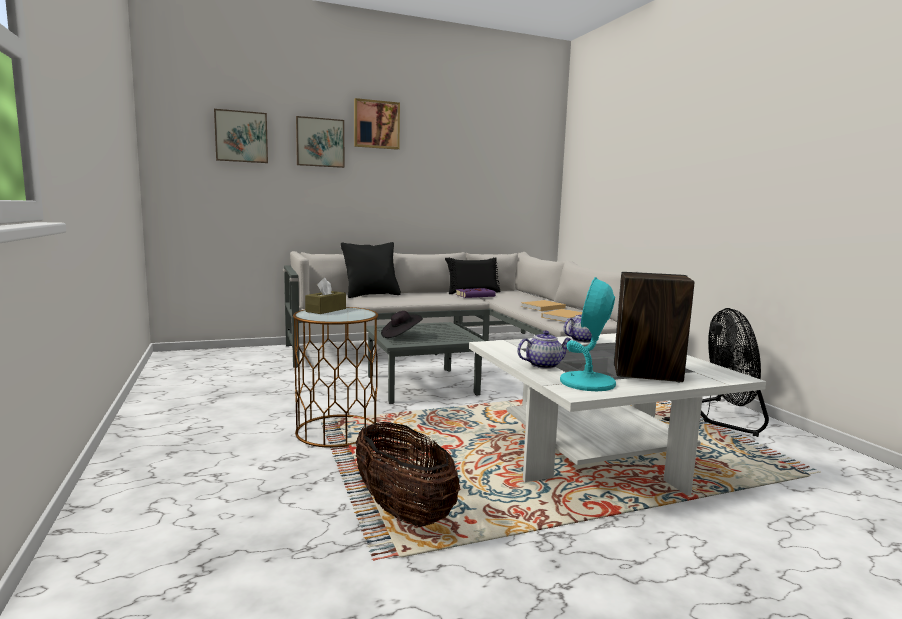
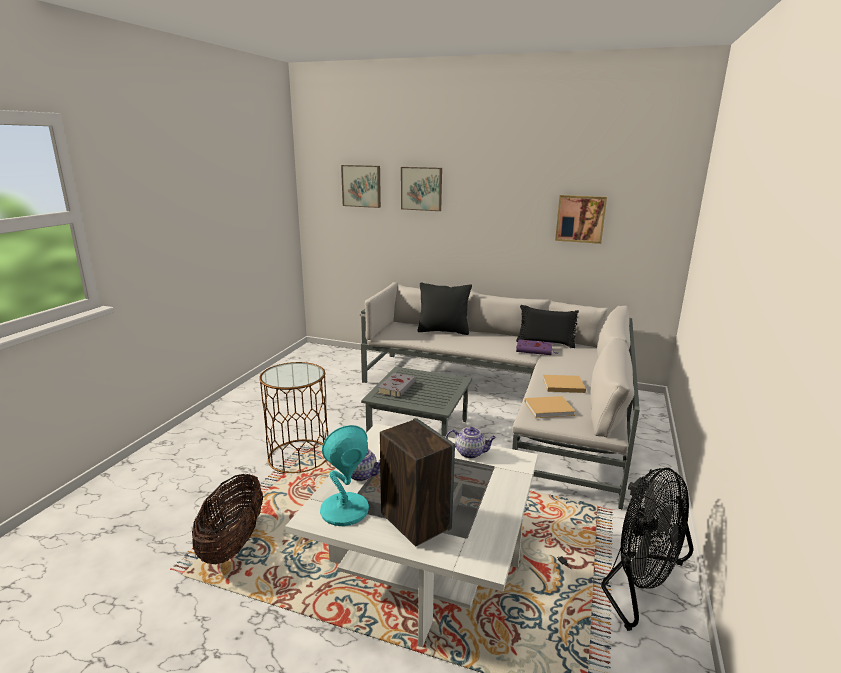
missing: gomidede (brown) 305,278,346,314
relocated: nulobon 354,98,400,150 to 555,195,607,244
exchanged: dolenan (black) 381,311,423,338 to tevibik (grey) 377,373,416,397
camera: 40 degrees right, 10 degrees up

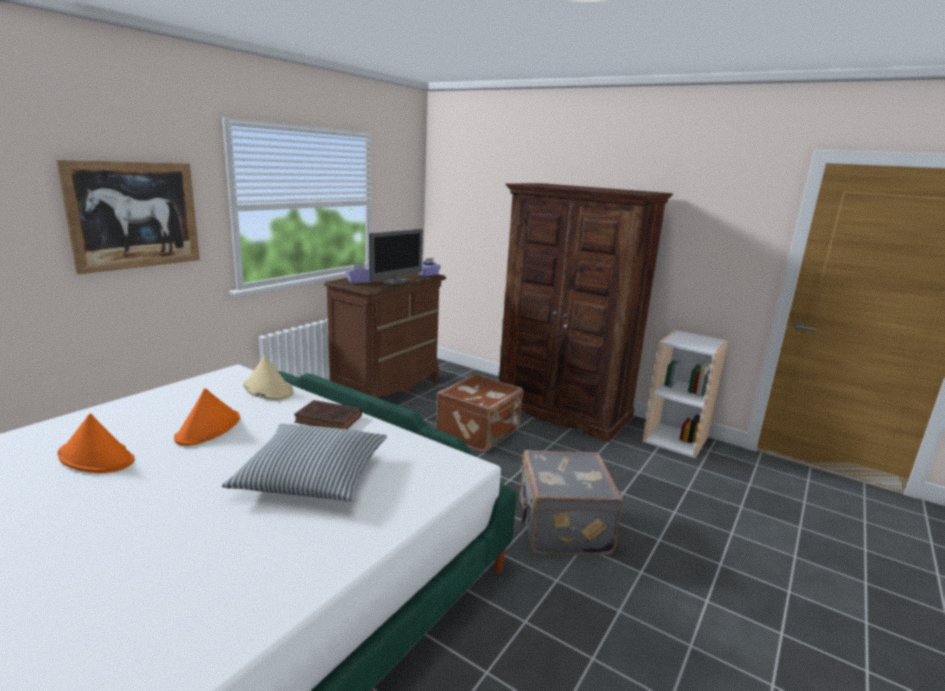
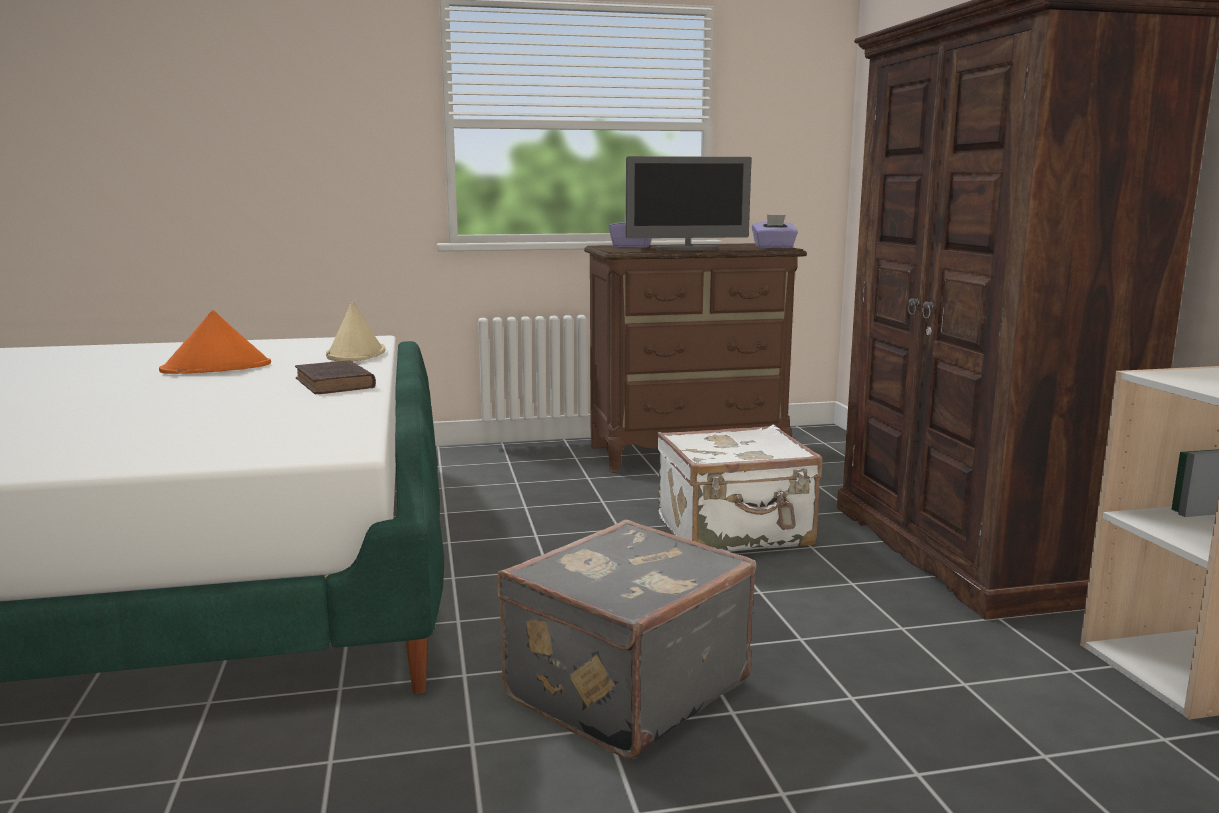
missing: nulobon 56,160,200,274; dolenan (orange) 57,413,134,473; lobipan 222,424,387,501
colour: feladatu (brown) 436,374,523,452 to feladatu (white) 657,425,822,552
camera: 45 degrees right, 5 degrees down

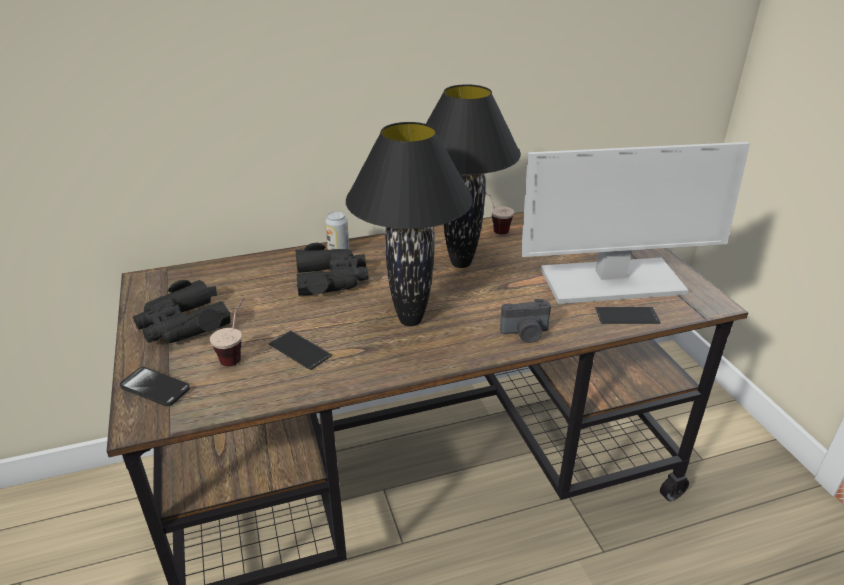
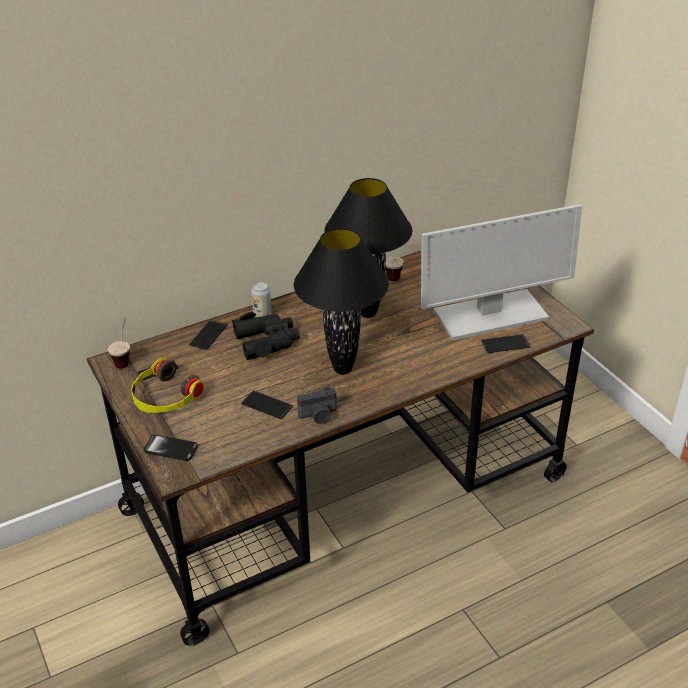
appeared: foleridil 189,320,228,350
relocated: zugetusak 210,297,245,366 to 108,318,130,369; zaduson 500,299,551,343 to 297,387,337,424
exchanged: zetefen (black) 133,280,231,343 to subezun 131,358,204,413
camera: 10 degrees left, 5 degrees up

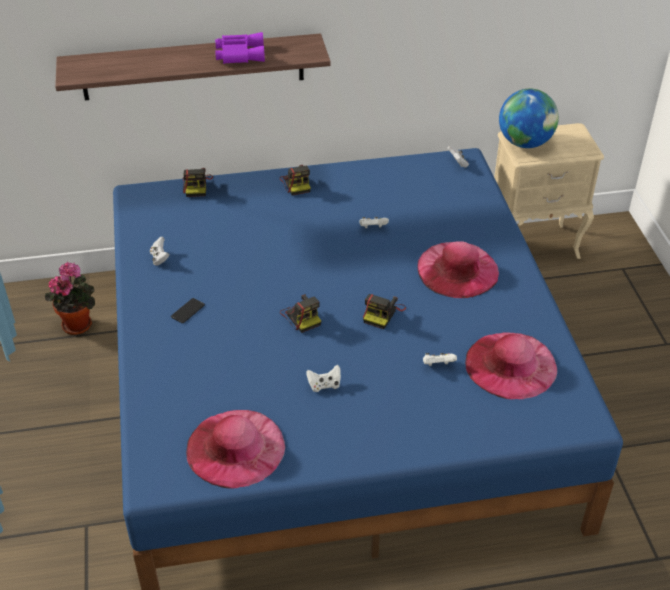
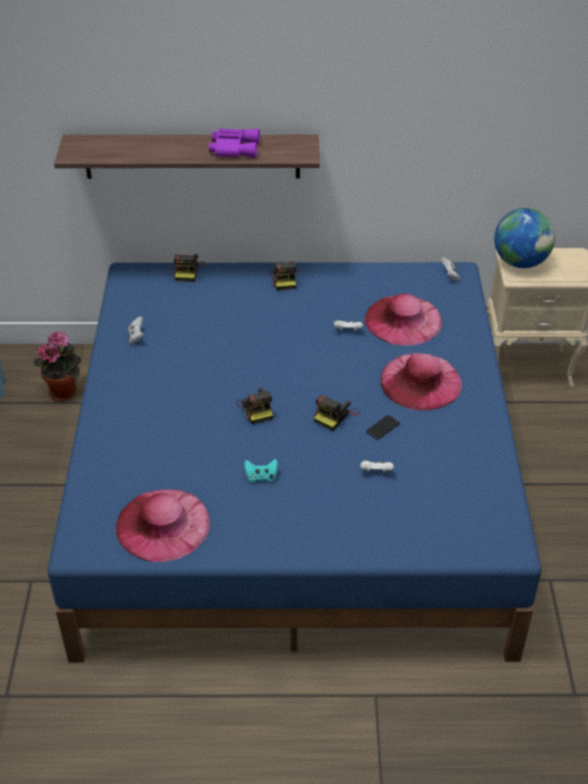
relocated: foleridil 171,298,205,323 to 366,415,400,440; dolenan (pink) 465,333,557,399 to 364,294,442,346
colour: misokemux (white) 307,365,341,392 to misokemux (turquoise) 244,459,278,483
camera: 10 degrees right, 0 degrees up

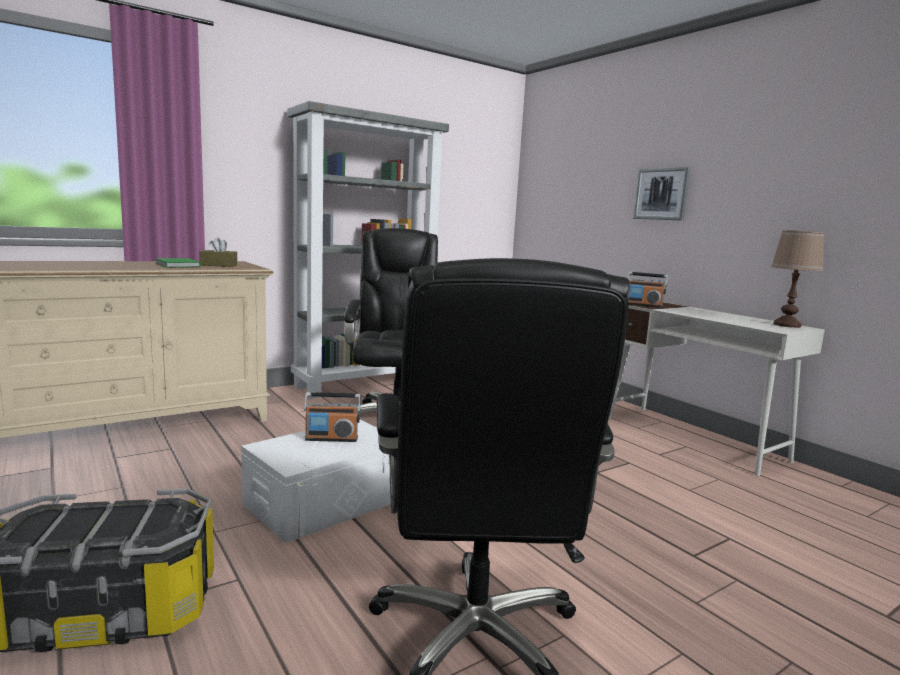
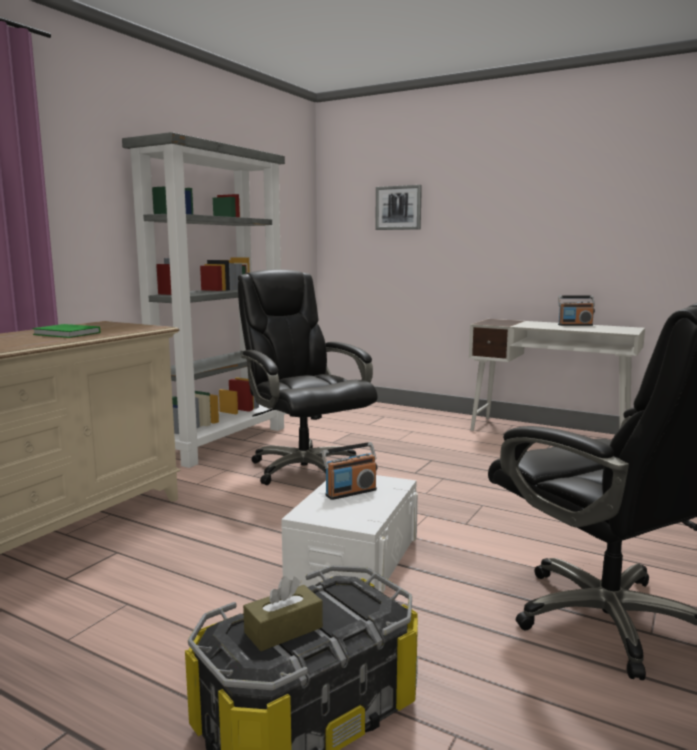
missing: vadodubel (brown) 771,230,825,328
relocated: gomidede (brown) 199,238,237,267 to 243,576,323,651; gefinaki 627,272,668,308 to 558,296,595,326; nulobon 633,167,691,221 to 375,185,422,230
camera: 25 degrees left, 0 degrees up

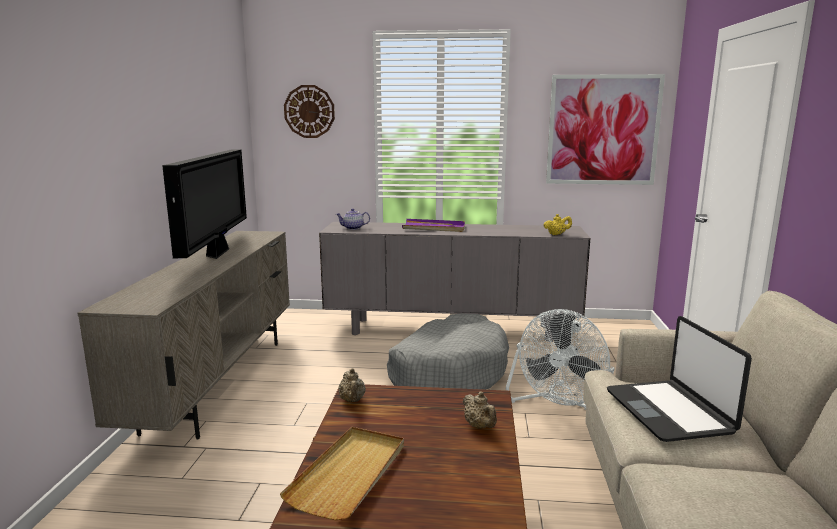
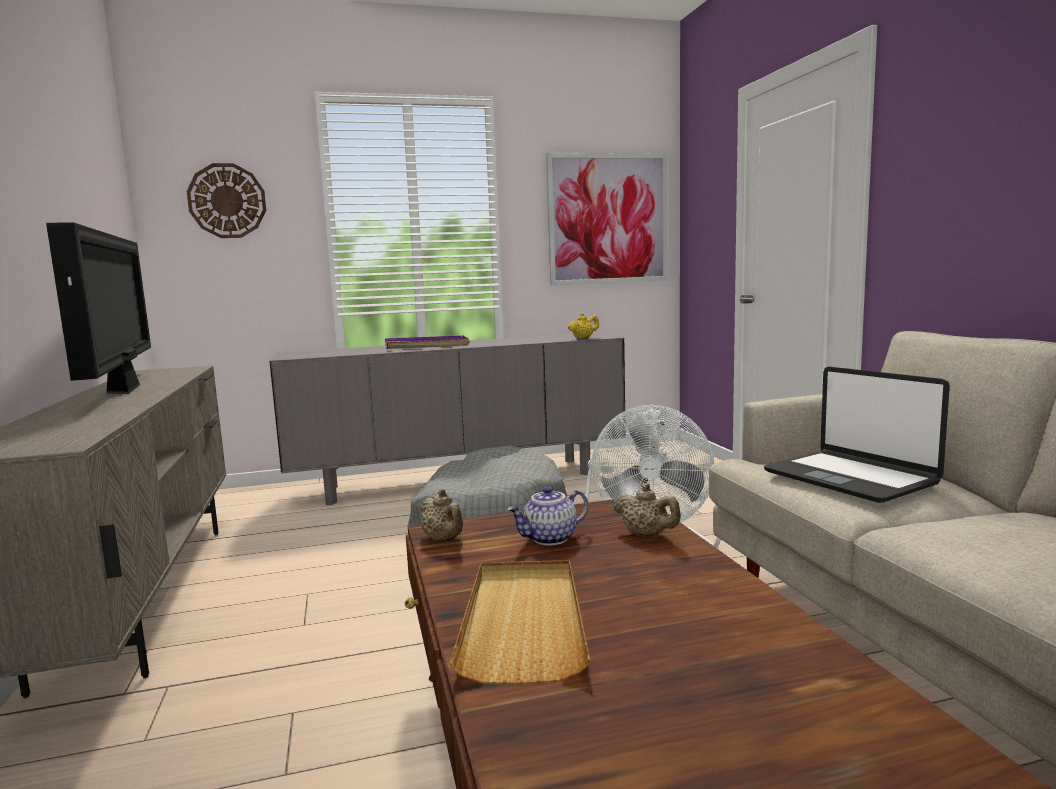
relocated: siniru 336,208,370,230 to 507,487,588,545
camera: 20 degrees left, 5 degrees down

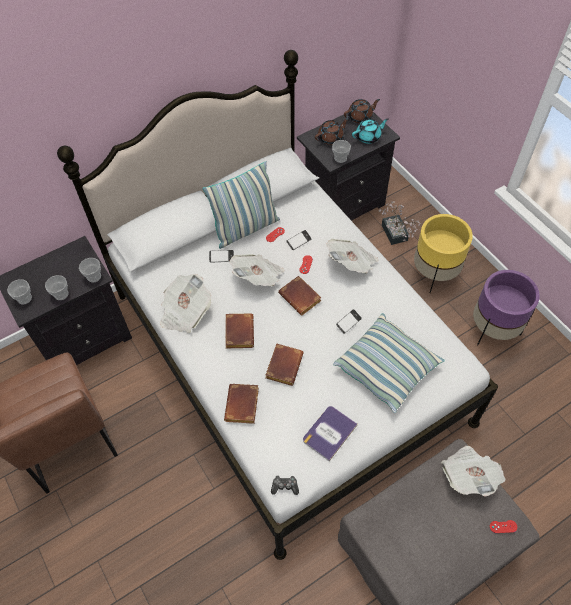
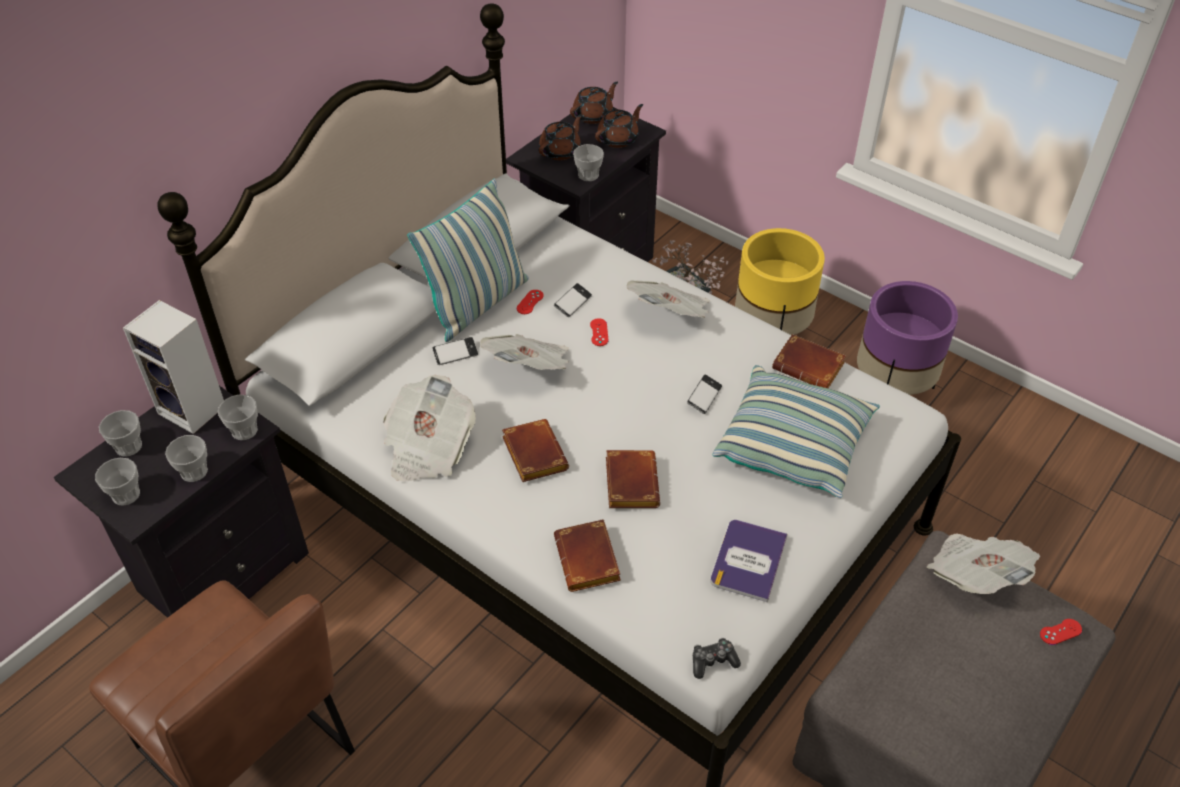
appeared: zugetusak 99,410,142,457; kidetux 123,300,224,434
relocated: tevibik (brown) 278,276,322,316 to 772,334,846,388
colour: siniru (turquoise) 352,118,388,144 to siniru (brown) 595,104,643,148
camera: 20 degrees left, 10 degrees down

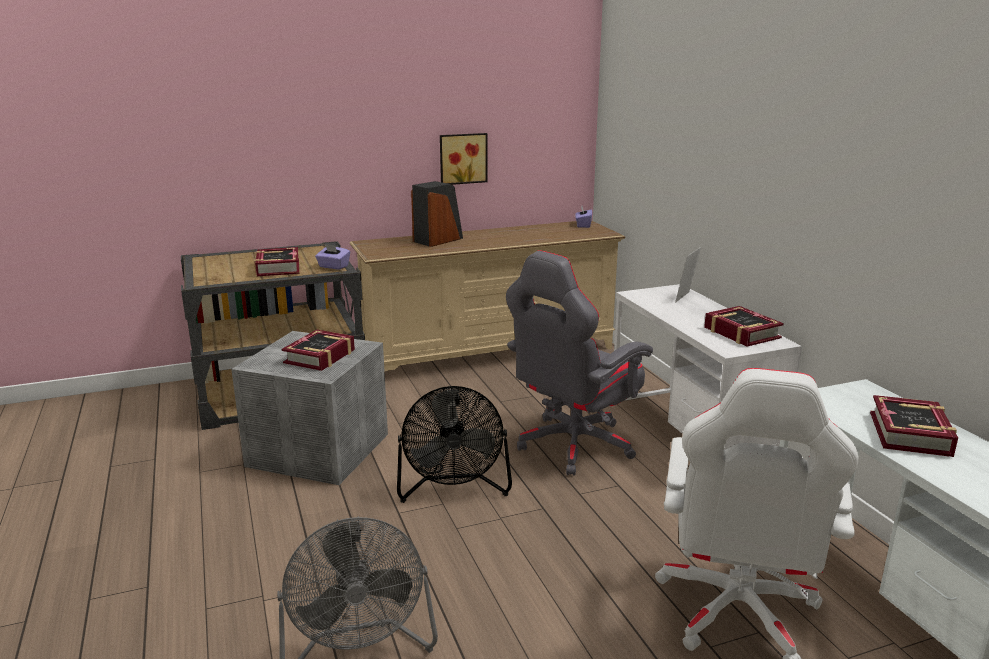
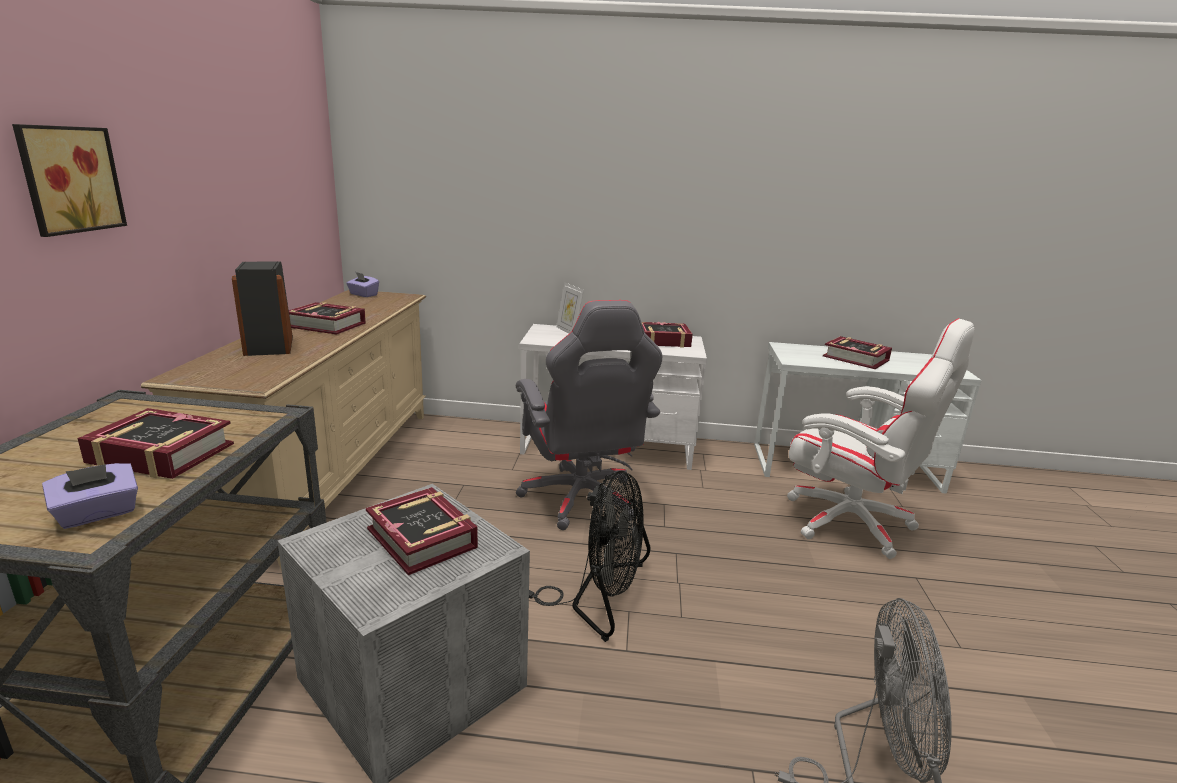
appeared: tevibik 289,302,366,335
relocated: gomidede (purple) 315,244,350,270 to 42,463,138,529; nulobon 440,133,488,185 to 12,124,127,237
camera: 65 degrees left, 0 degrees up

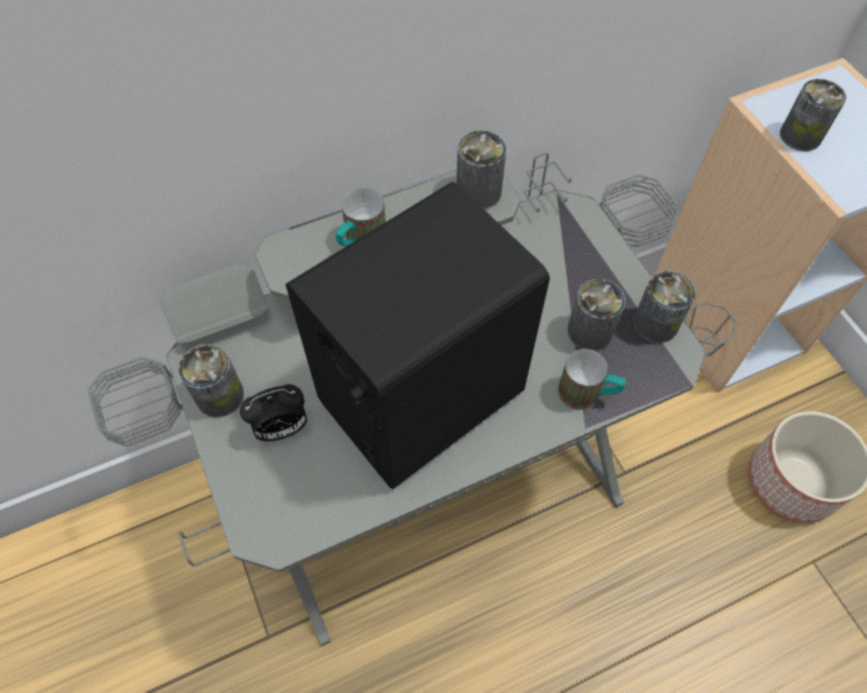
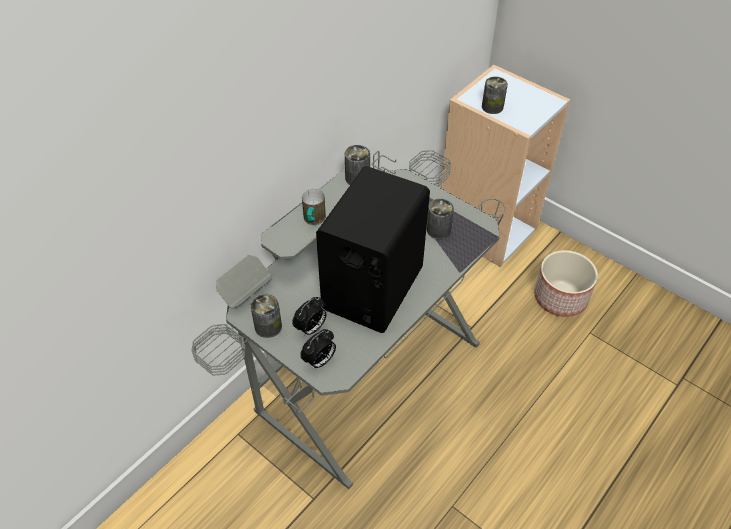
missing: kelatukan 558,349,626,410; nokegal 633,271,696,343
appeared: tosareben 300,329,336,369
camera: 25 degrees left, 10 degrees down

